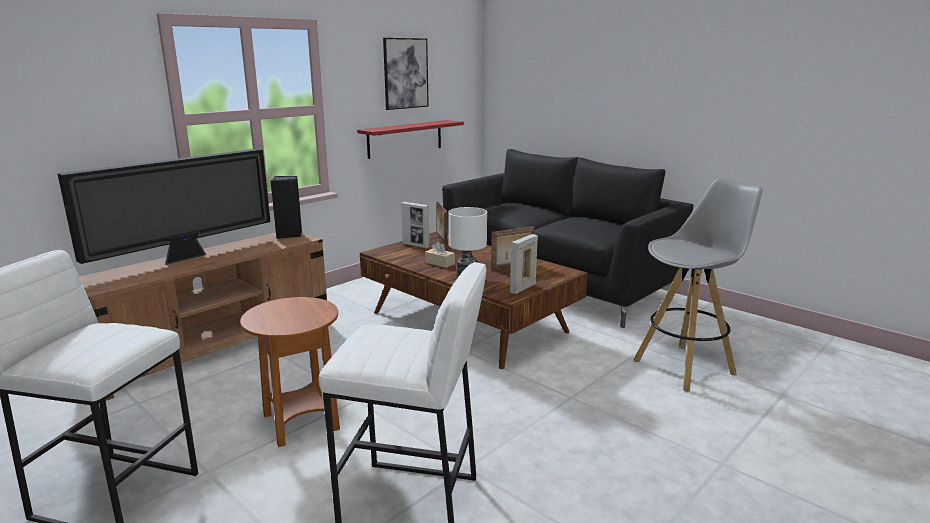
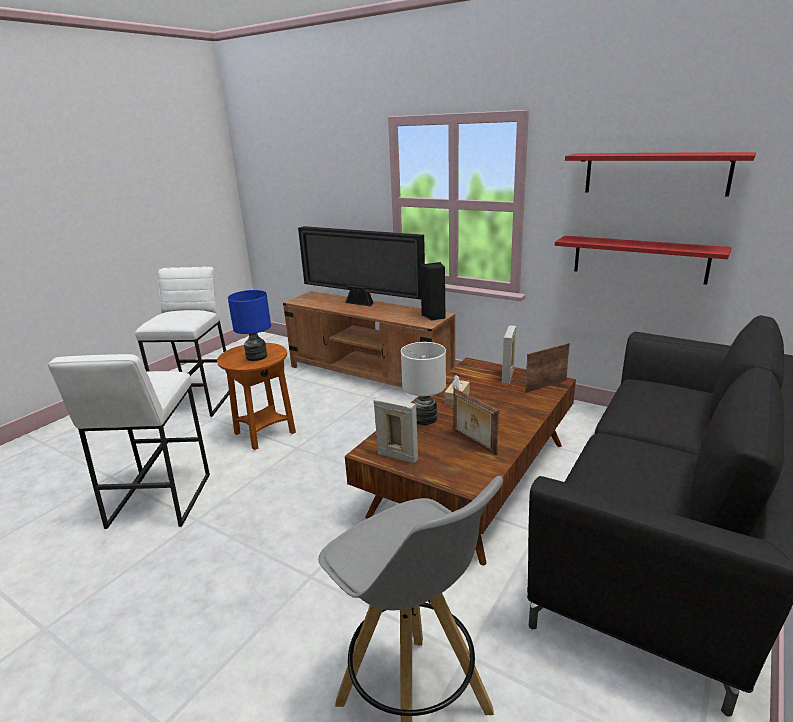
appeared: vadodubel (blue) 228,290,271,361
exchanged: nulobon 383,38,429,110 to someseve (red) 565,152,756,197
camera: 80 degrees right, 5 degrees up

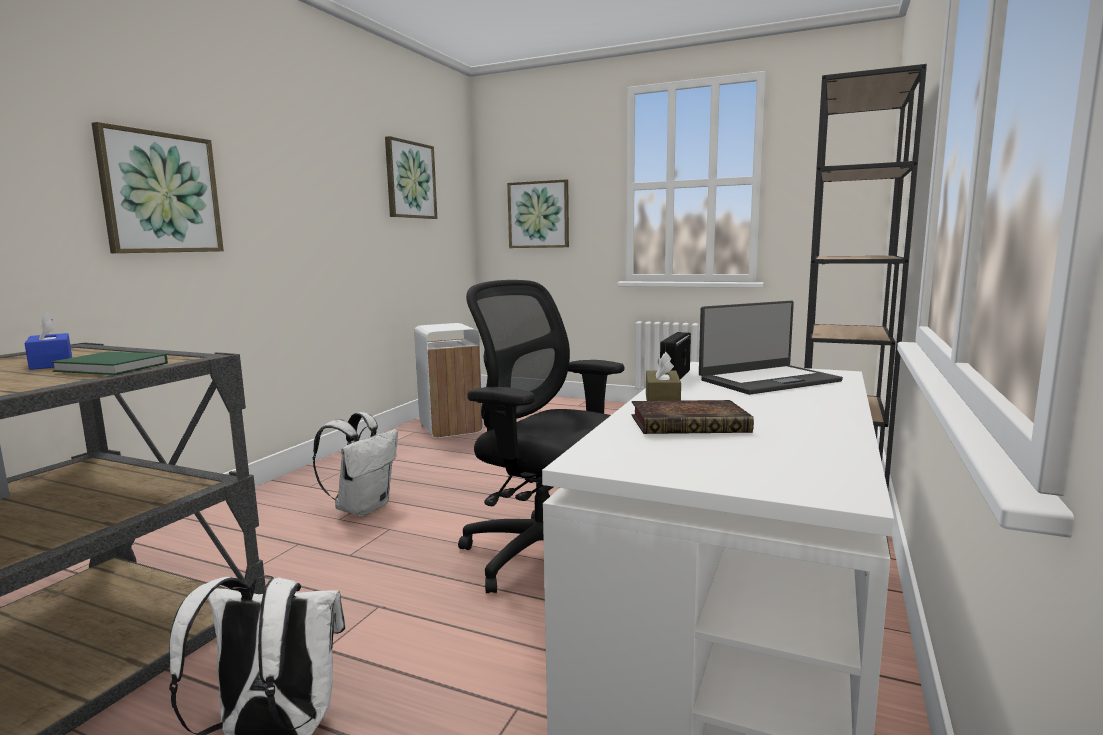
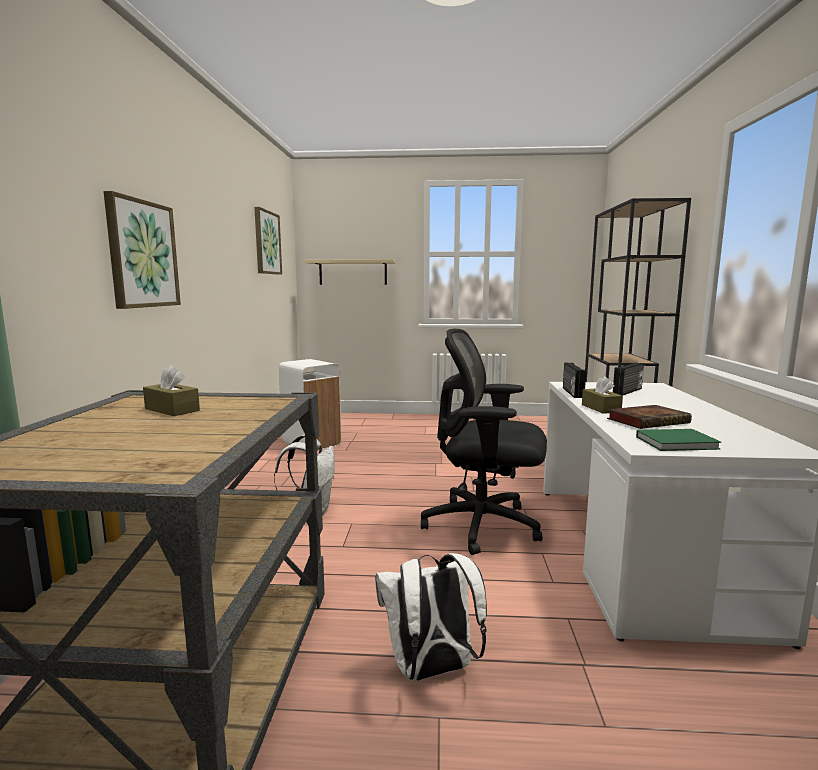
relocated: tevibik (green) 51,352,168,375 to 636,429,721,451
exchanged: nulobon 507,179,569,248 to someseve (beige) 305,259,396,285; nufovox 699,301,843,395 to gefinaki 613,362,644,396
colour: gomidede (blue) 24,312,72,370 to gomidede (brown) 143,365,200,416
camera: 20 degrees left, 0 degrees up

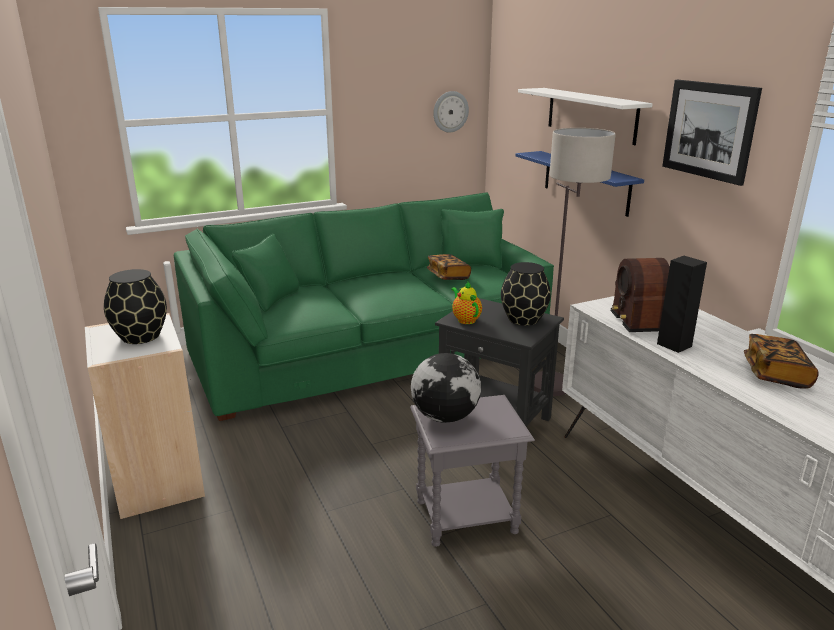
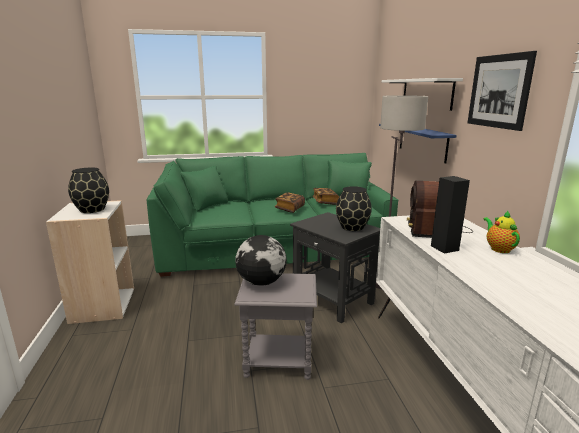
missing: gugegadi 433,91,469,132
relocated: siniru 451,281,482,324 to 483,211,520,253; tevibik 744,334,819,389 to 275,192,305,213
camera: 15 degrees right, 5 degrees down

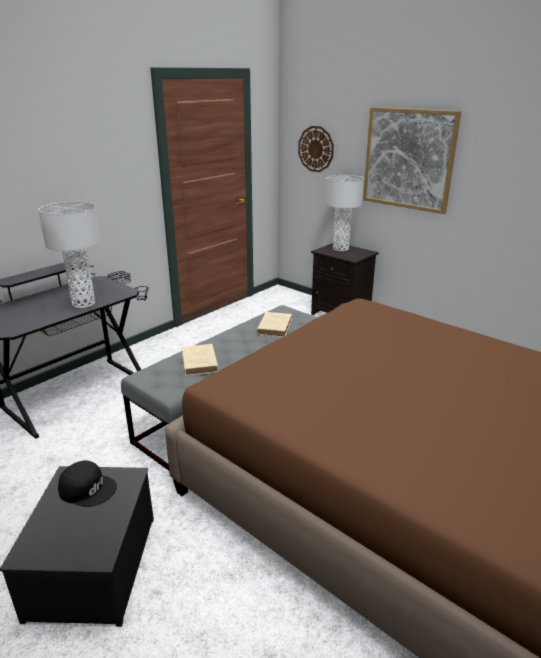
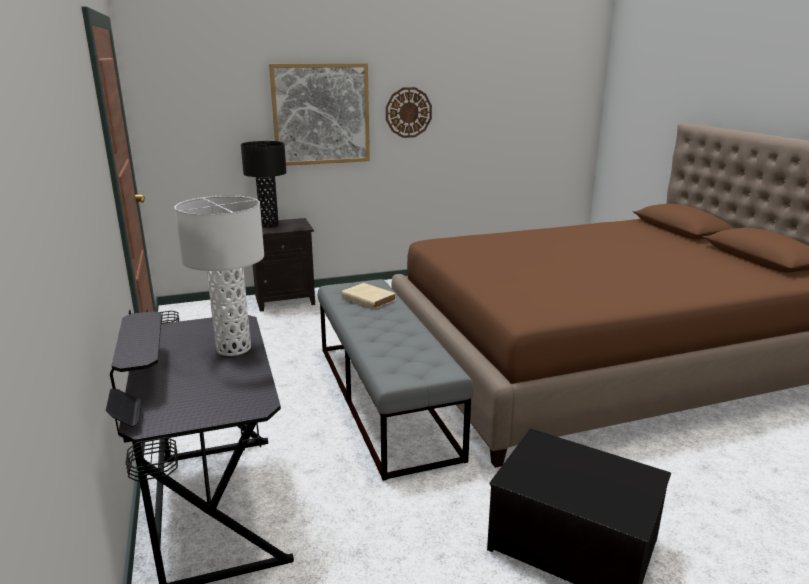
missing: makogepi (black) 58,460,117,507; tevibik (beige) 182,344,219,376
relocated: gugegadi 298,126,334,172 to 386,87,432,138
colour: vadodubel (white) 325,175,364,251 to vadodubel (black) 241,141,286,228
camera: 60 degrees left, 5 degrees down

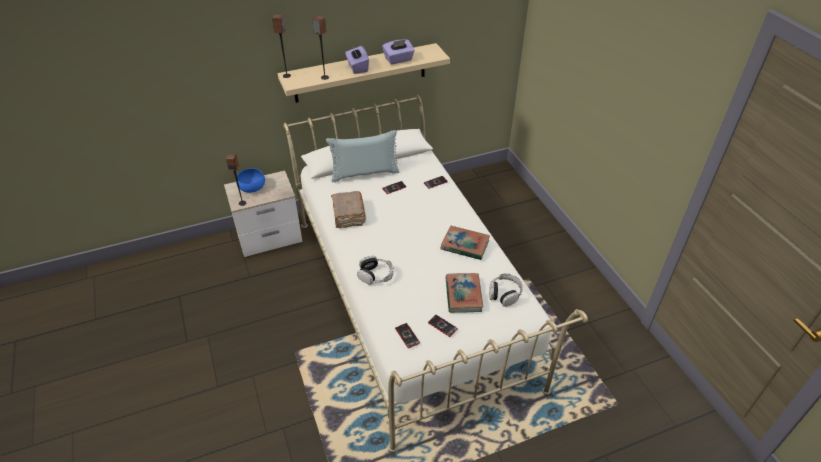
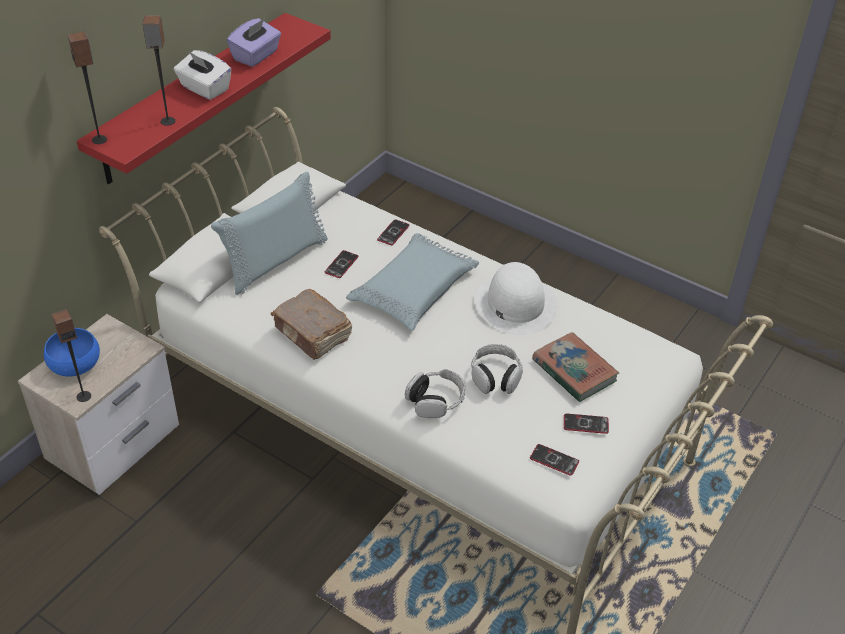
appeared: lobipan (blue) 346,233,479,331
relocated: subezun 489,273,522,307 to 471,344,522,394
exchanged: tevibik 441,226,490,260 to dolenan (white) 475,262,557,335
colour: someseve (beige) 278,43,450,103 to someseve (red) 77,13,331,184; gomidede (purple) 345,46,369,74 to gomidede (white) 174,50,231,100
camera: 35 degrees left, 0 degrees up

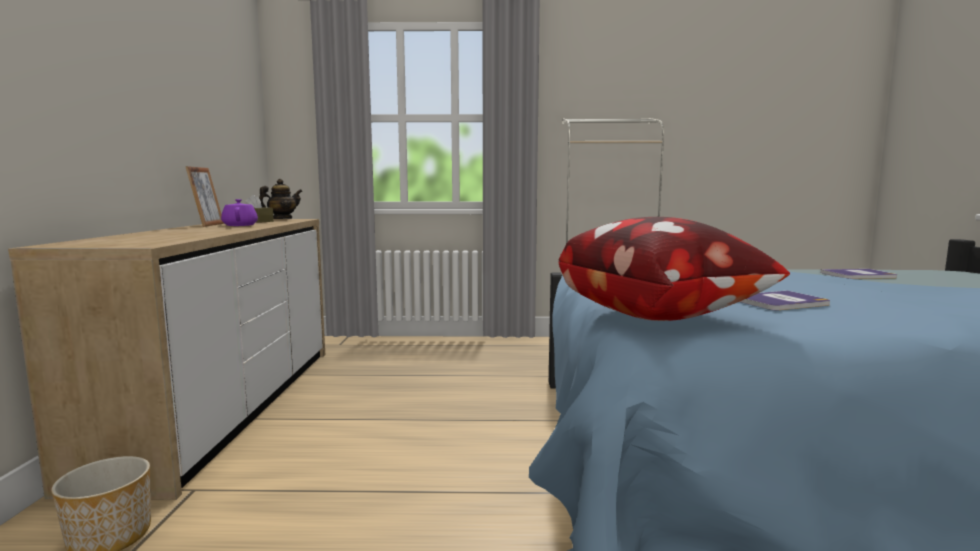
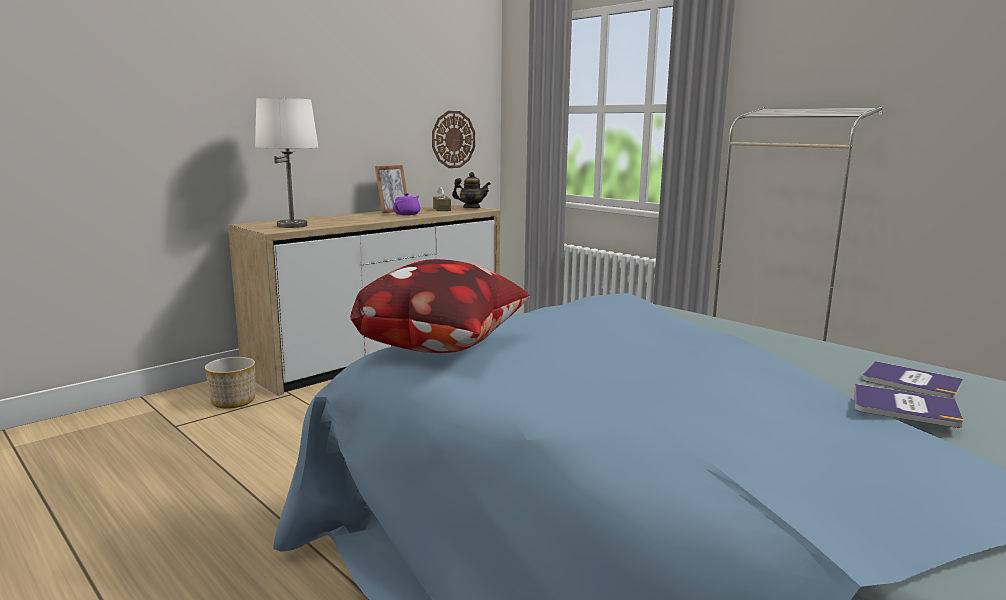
appeared: vadodubel (white) 255,97,319,228; gugegadi 432,111,475,168
relocated: tevibik 740,291,830,310 to 854,384,964,428
camera: 45 degrees right, 5 degrees up

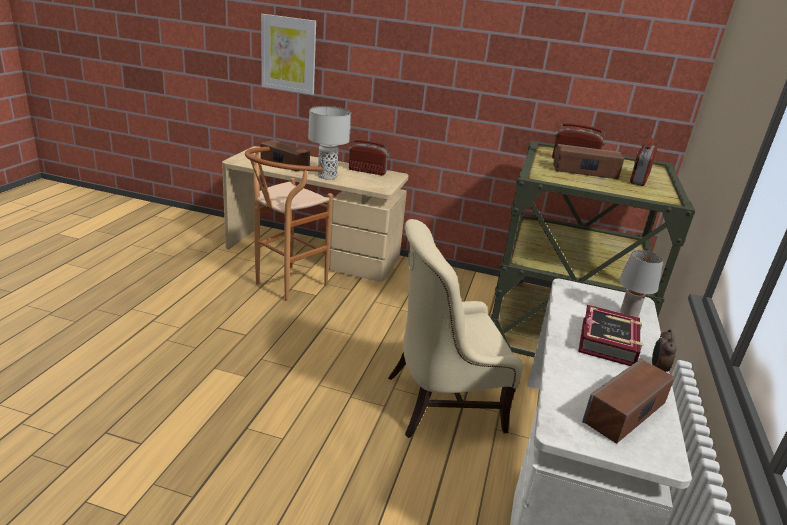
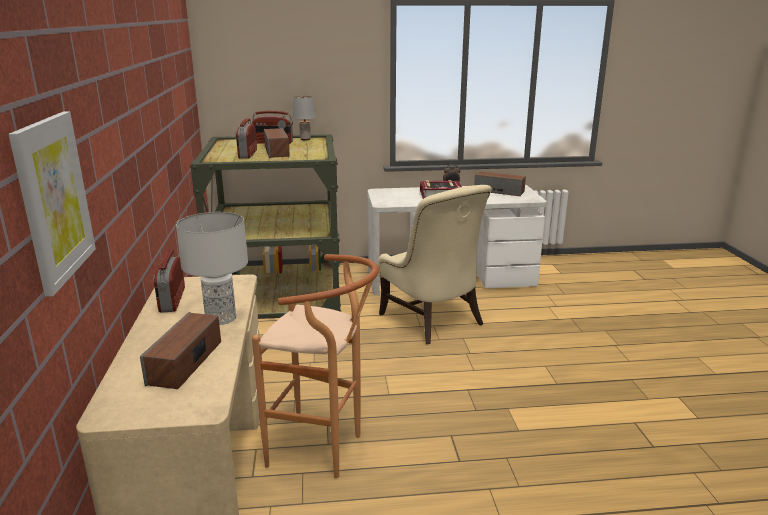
relocated: vadodubel (grey) 619,250,663,317 to 292,96,316,140
camera: 110 degrees left, 5 degrees down

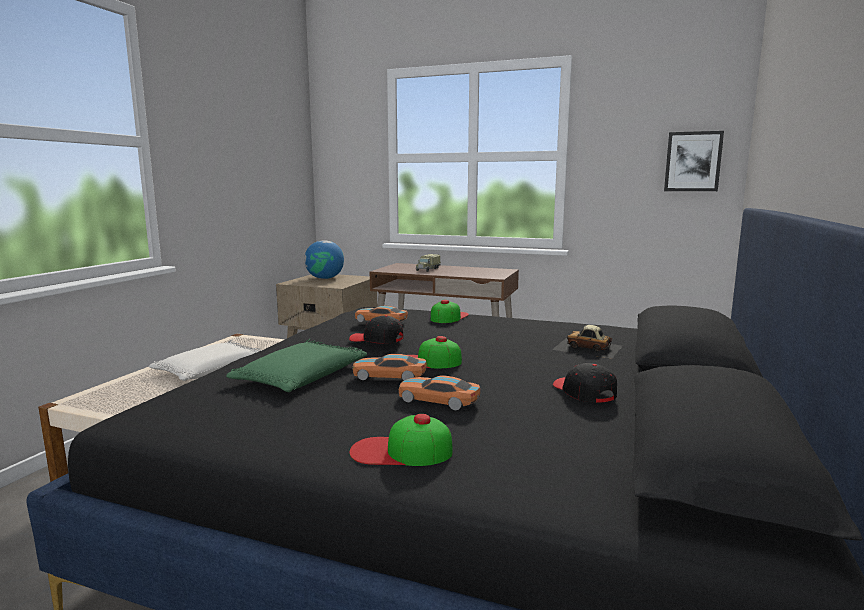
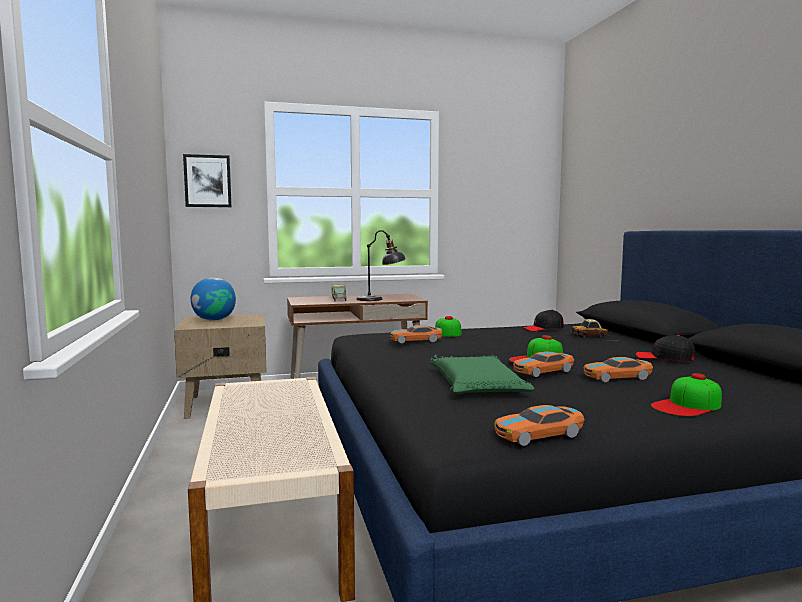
missing: lobipan (white) 149,340,262,381
appeared: vadodubel (grey) 356,230,406,301; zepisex 494,405,585,446
relocated: makogepi (black) 349,315,403,344 to 522,310,564,331; nulobon 664,131,724,191 to 183,154,232,207
camera: 35 degrees left, 5 degrees down

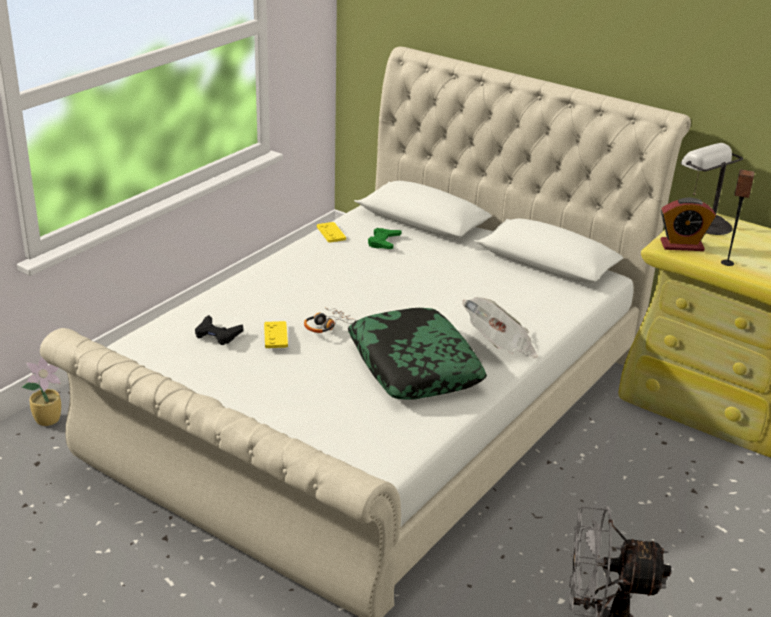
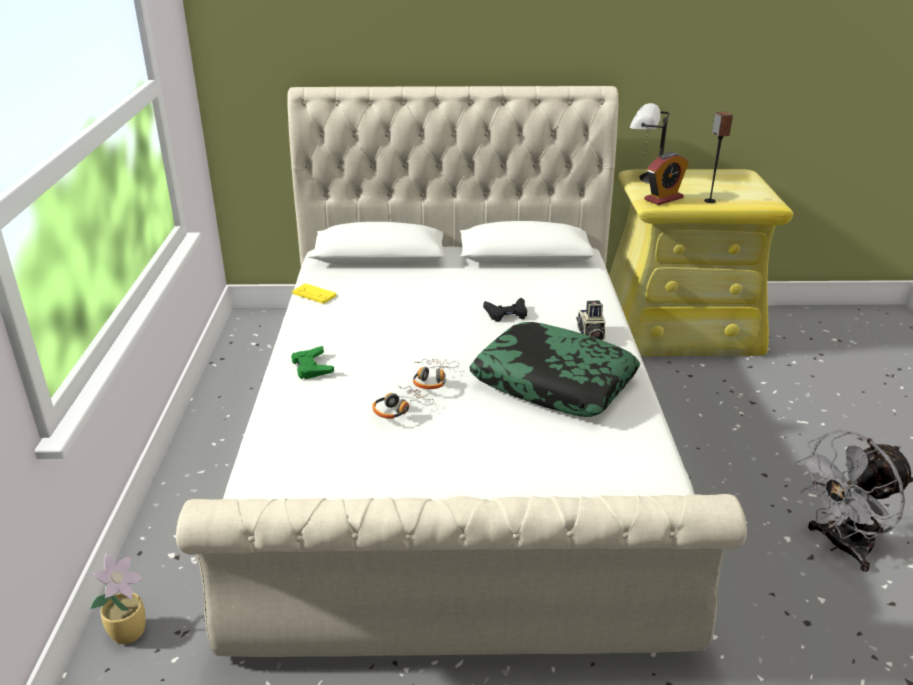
relocated: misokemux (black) 195,315,243,345 to 483,297,527,322; misokemux (green) 368,228,401,249 to 291,346,334,379
exchanged: misokemux (yellow) 264,321,288,348 to subezun 372,386,434,419; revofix 462,297,538,357 to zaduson 576,301,605,341
camera: 35 degrees left, 0 degrees up

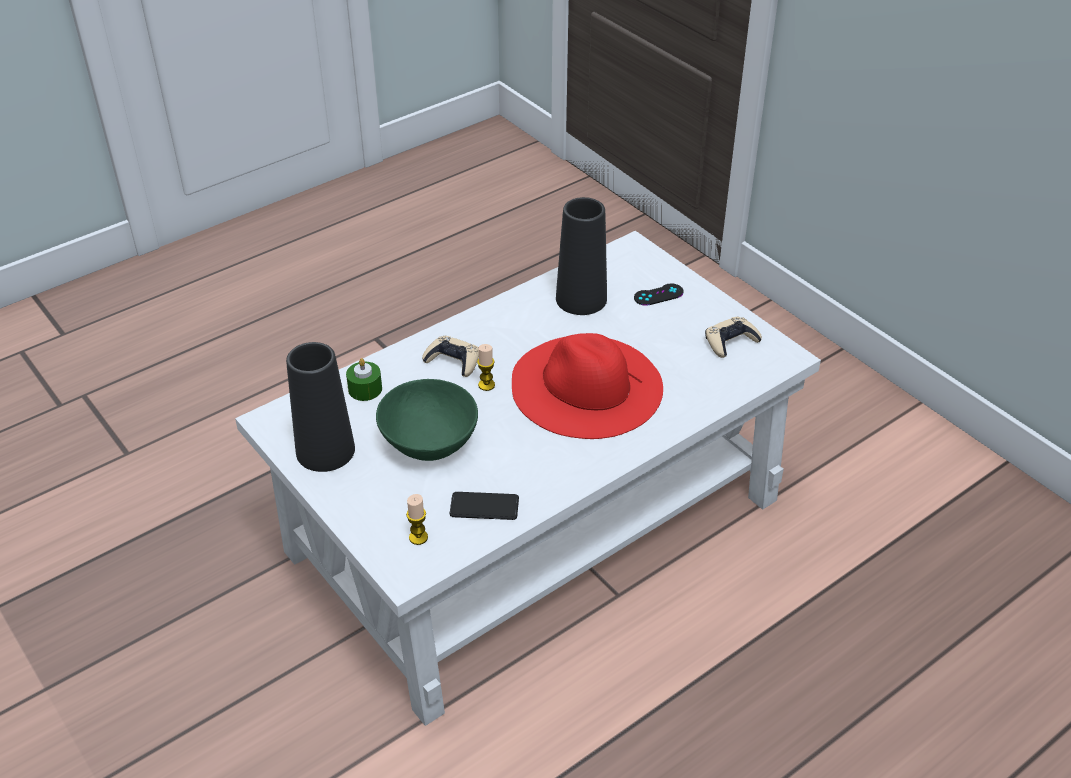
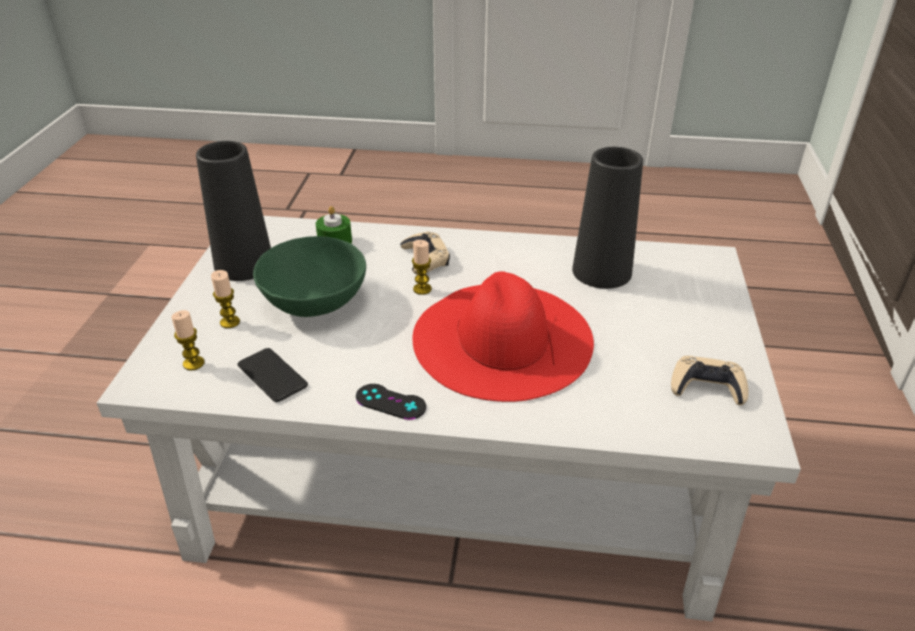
appeared: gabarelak 211,270,240,328
relocated: misokemux (black) 634,283,684,306 to 356,384,426,420
camera: 45 degrees right, 5 degrees down

